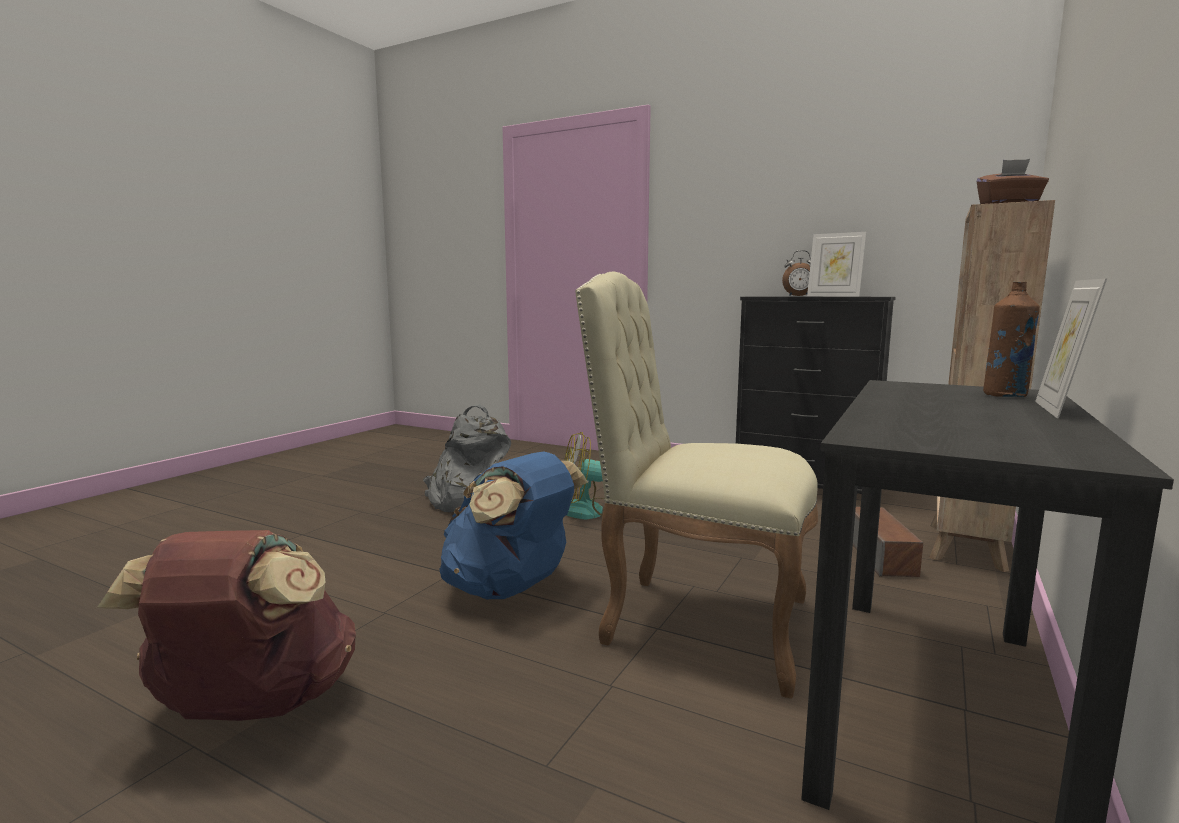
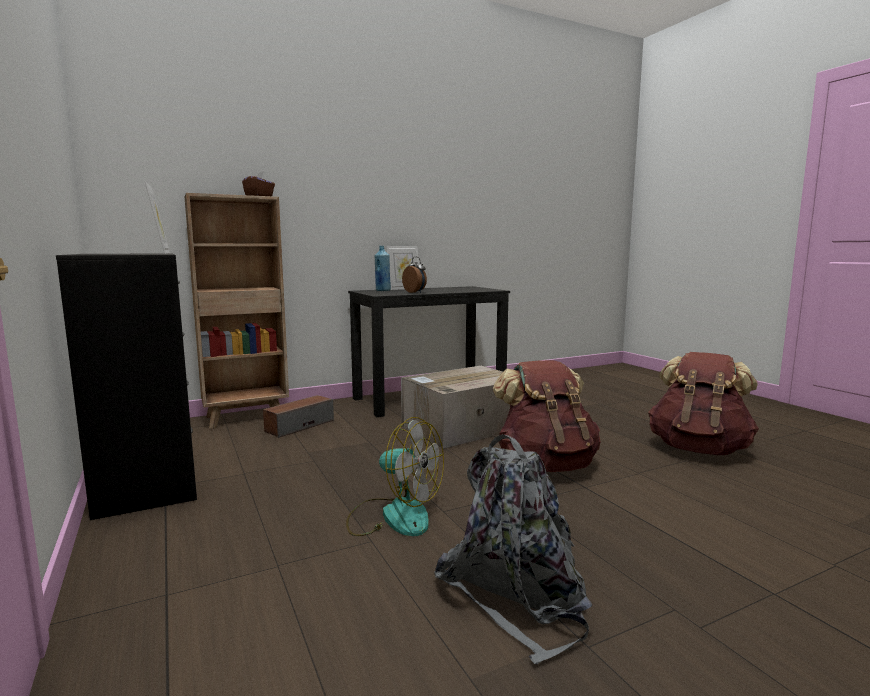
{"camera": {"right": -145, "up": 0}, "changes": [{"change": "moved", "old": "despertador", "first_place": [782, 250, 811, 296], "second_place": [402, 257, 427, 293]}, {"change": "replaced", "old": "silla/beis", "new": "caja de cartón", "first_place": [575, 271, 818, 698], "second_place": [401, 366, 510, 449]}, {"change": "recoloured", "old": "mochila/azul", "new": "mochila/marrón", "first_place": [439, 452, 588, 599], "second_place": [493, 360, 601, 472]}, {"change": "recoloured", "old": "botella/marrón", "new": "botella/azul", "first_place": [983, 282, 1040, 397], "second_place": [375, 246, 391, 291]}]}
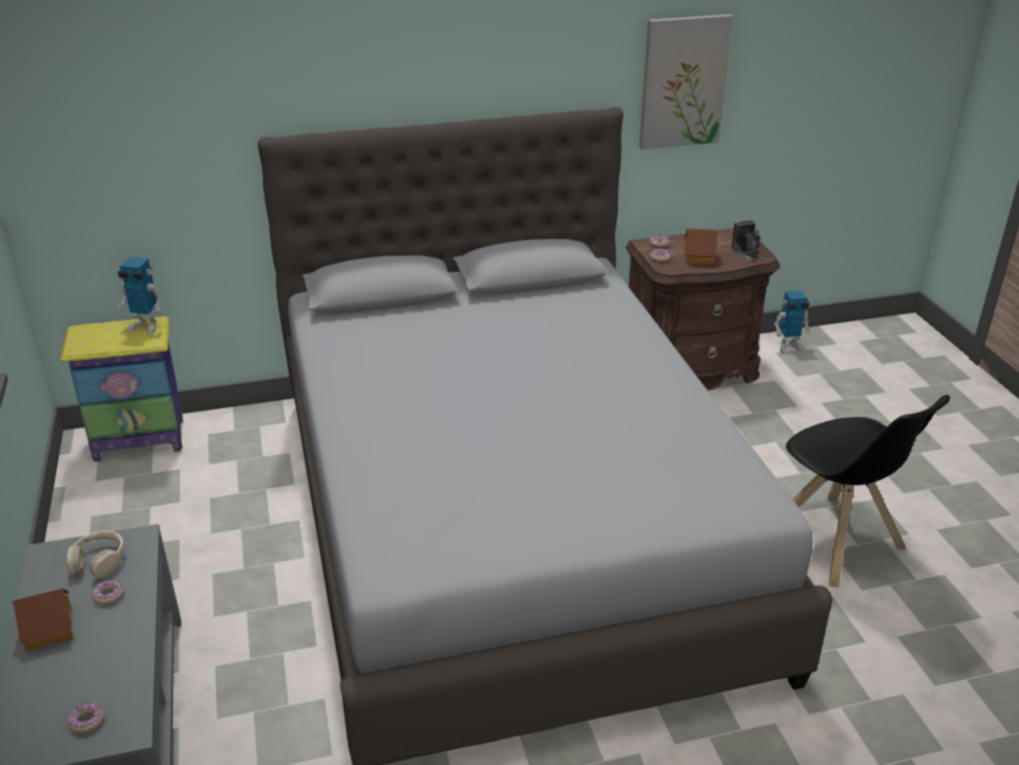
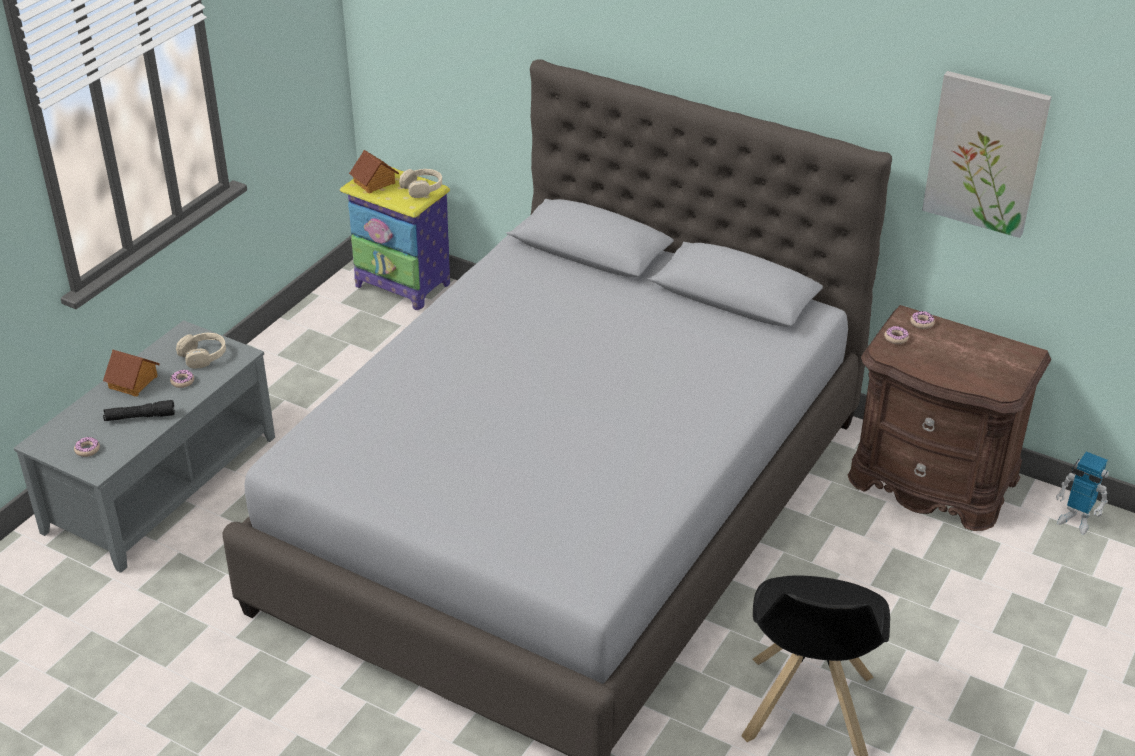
{"camera": {"right": 45, "up": 5}, "changes": [{"change": "removed", "old": "cámara", "first_place": [731, 220, 764, 261]}, {"change": "added", "new": "linterna/negro", "second_place": [103, 400, 175, 421]}, {"change": "moved", "old": "casita", "first_place": [684, 229, 718, 265], "second_place": [349, 150, 399, 194]}, {"change": "replaced", "old": "robot de juguete", "new": "auriculares/beis", "first_place": [117, 257, 163, 335], "second_place": [399, 169, 442, 198]}]}
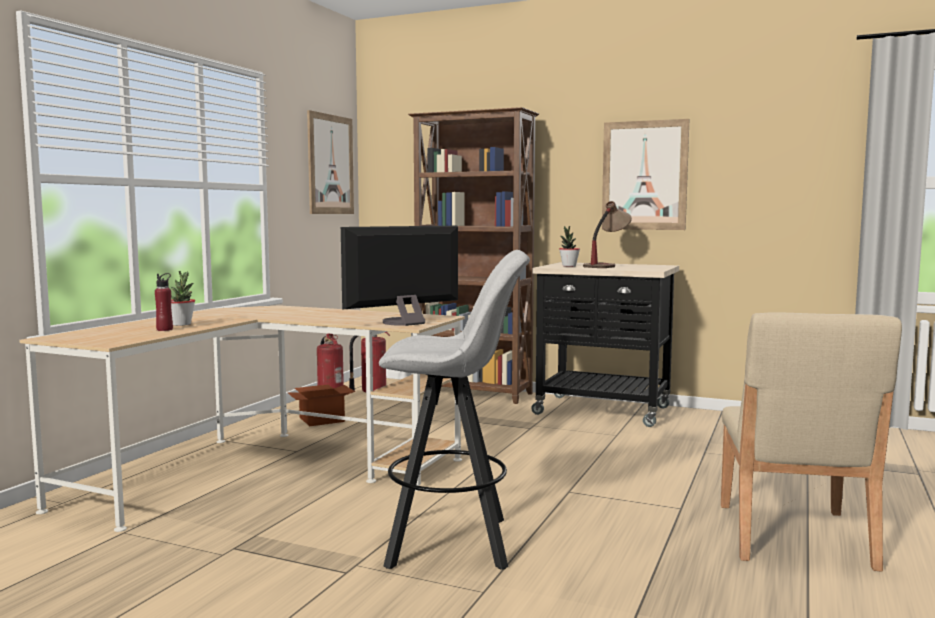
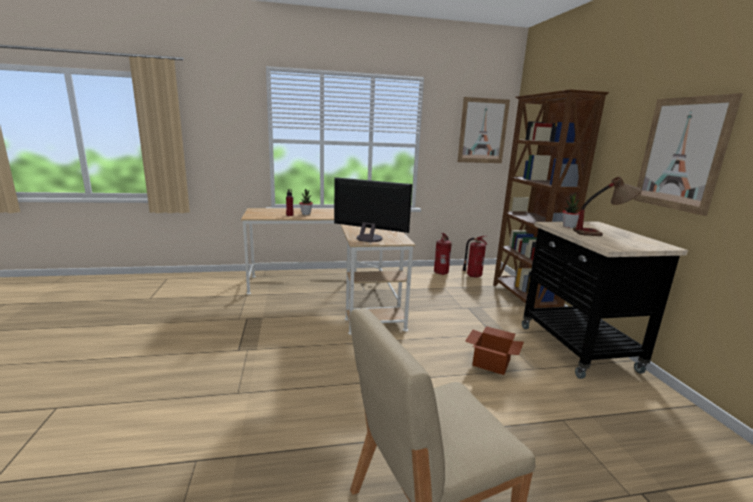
{"camera": {"right": 55, "up": 10}, "changes": [{"change": "removed", "old": "taburete/gris", "first_place": [379, 250, 530, 570]}, {"change": "moved", "old": "caja de cartón", "first_place": [288, 385, 355, 426], "second_place": [465, 326, 524, 375]}]}
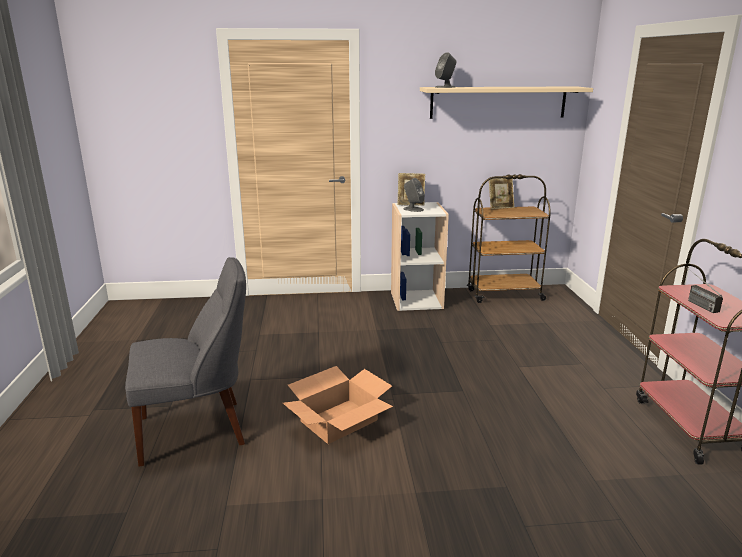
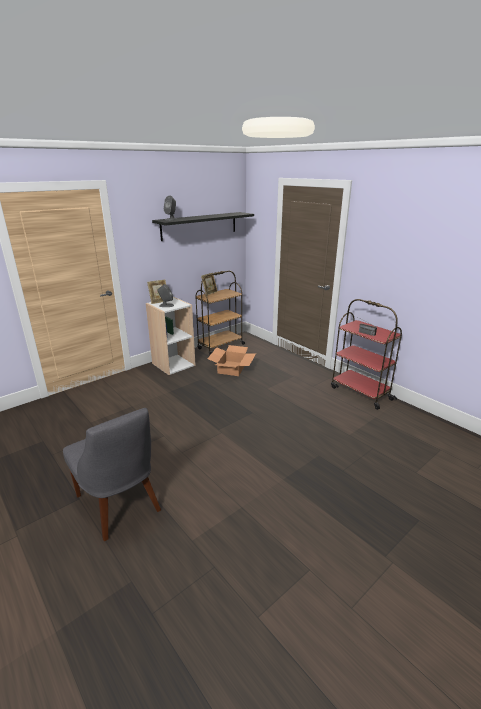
{"camera": {"right": -35, "up": 5}, "changes": [{"change": "moved", "old": "caja de cartón", "first_place": [283, 366, 393, 444], "second_place": [208, 345, 256, 376]}, {"change": "recoloured", "old": "estante/beis", "new": "estante/negro", "first_place": [420, 86, 593, 119], "second_place": [152, 212, 254, 241]}, {"change": "turned", "old": "silla/gris", "first_place": [125, 257, 246, 467], "second_place": [63, 408, 161, 541], "degrees": 105}]}
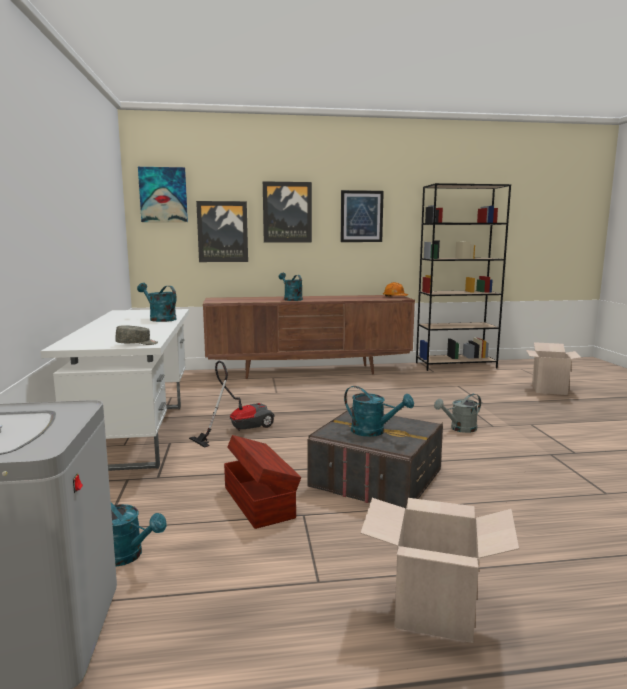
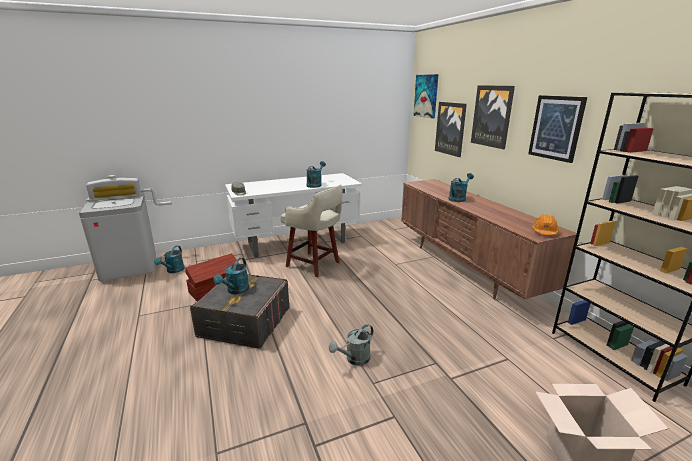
{"camera": {"right": 75, "up": 10}, "changes": [{"change": "removed", "old": "caja de cartón", "first_place": [360, 498, 519, 643]}, {"change": "replaced", "old": "aspiradora", "new": "taburete/beis", "first_place": [189, 361, 275, 448], "second_place": [280, 185, 343, 277]}, {"change": "turned", "old": "regadera/gris", "first_place": [434, 394, 481, 433], "second_place": [329, 324, 373, 365], "degrees": -90}]}
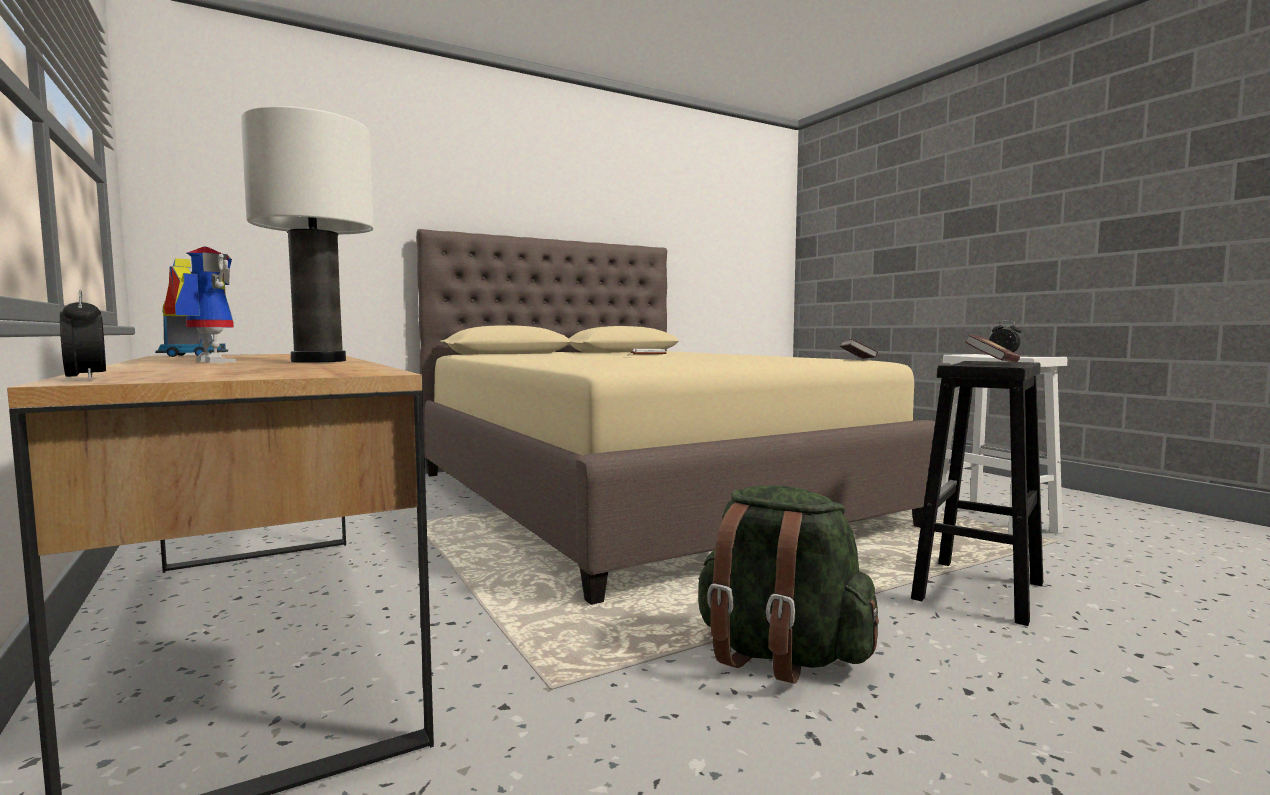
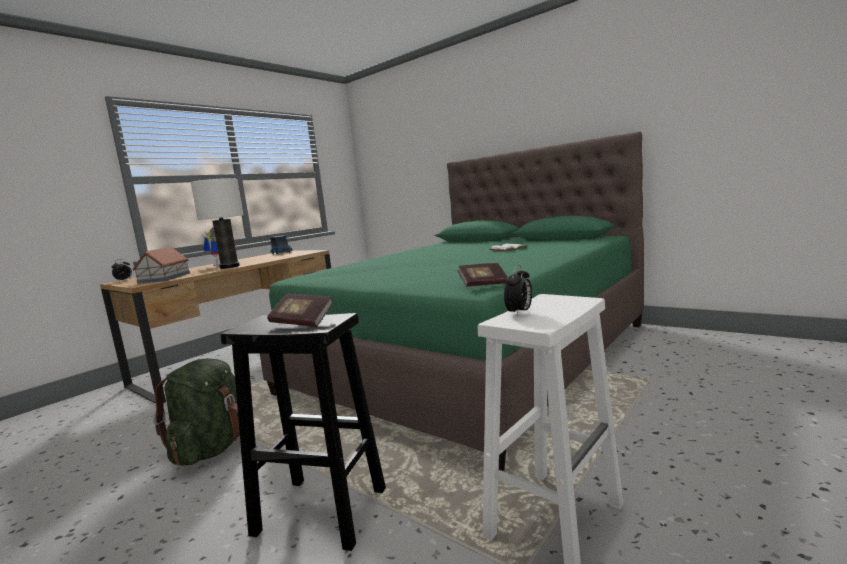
{"camera": {"right": 70, "up": 5}, "changes": [{"change": "added", "new": "casita", "second_place": [132, 247, 190, 284]}, {"change": "recoloured", "old": "cama/beis", "new": "cama/verde", "first_place": [416, 229, 935, 605], "second_place": [259, 132, 644, 471]}]}
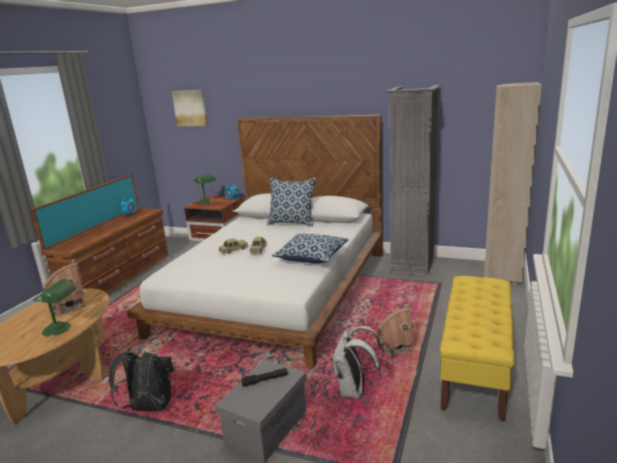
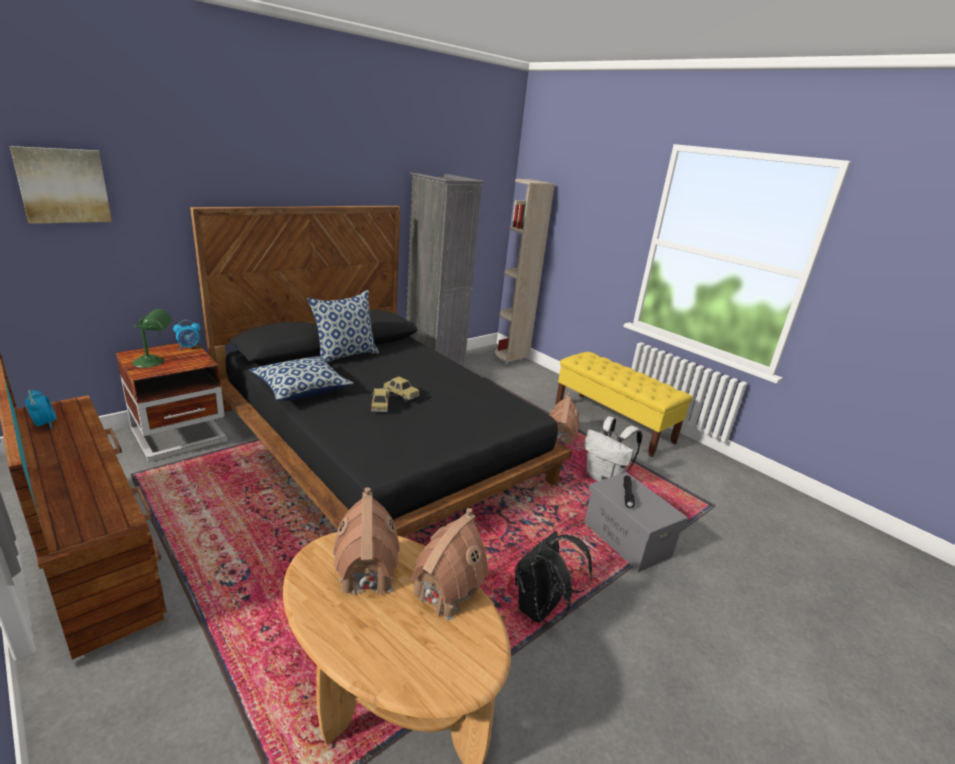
{"camera": {"right": -65, "up": 5}, "changes": [{"change": "moved", "old": "cojín", "first_place": [272, 234, 349, 263], "second_place": [249, 356, 354, 401]}, {"change": "replaced", "old": "lámpara de mesa/verde", "new": "casita", "first_place": [33, 279, 76, 337], "second_place": [411, 508, 488, 620]}, {"change": "recoloured", "old": "cama/blanco", "new": "cama/negro", "first_place": [127, 115, 383, 368], "second_place": [190, 205, 572, 537]}]}
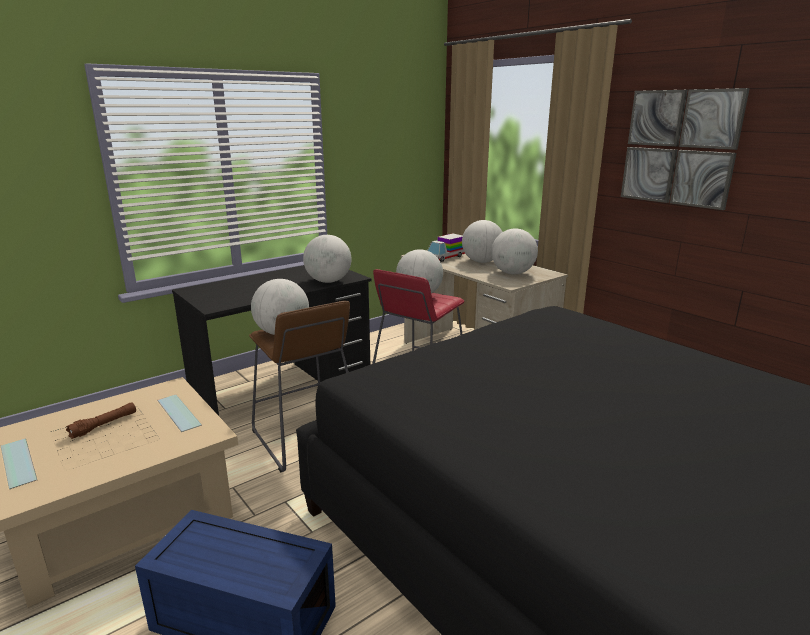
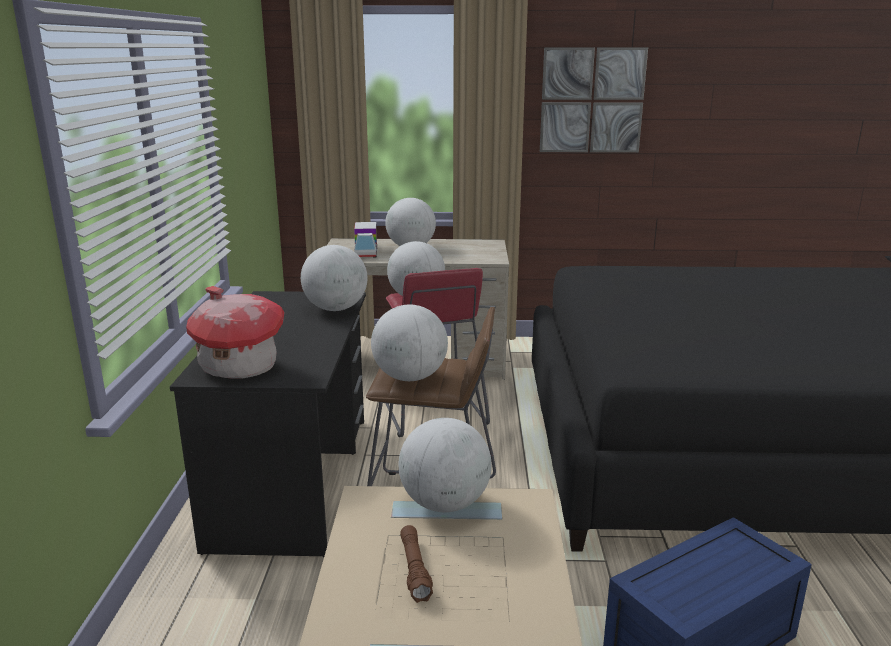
{"camera": {"right": -50, "up": 0}, "changes": [{"change": "added", "new": "casita", "second_place": [186, 286, 285, 379]}, {"change": "moved", "old": "globo terráqueo", "first_place": [491, 229, 538, 274], "second_place": [399, 418, 492, 512]}]}
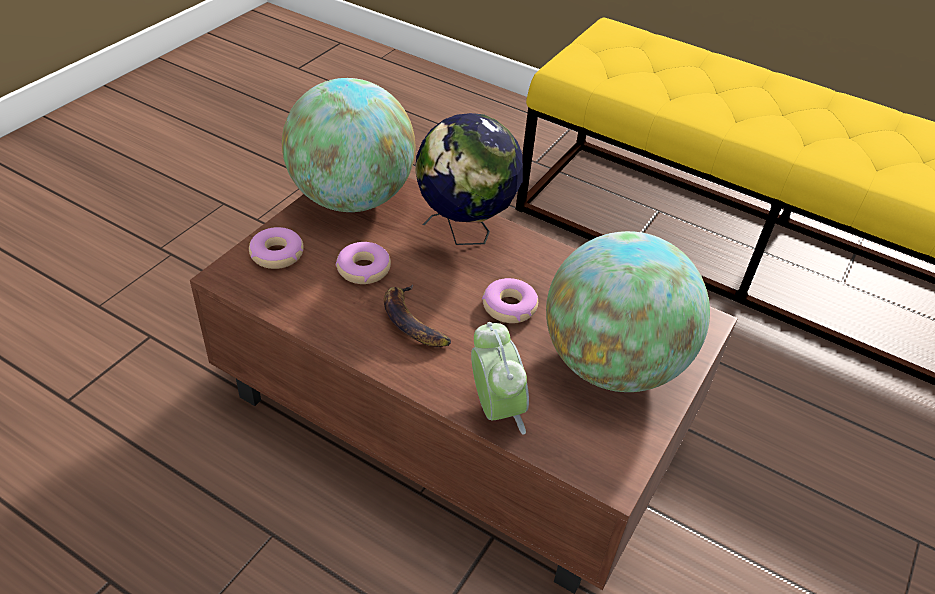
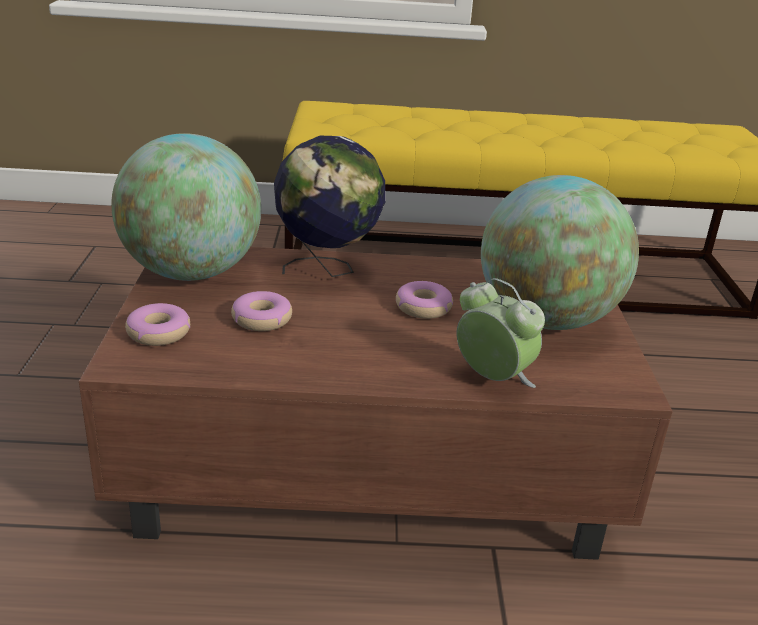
{"camera": {"right": -30, "up": -15}, "changes": [{"change": "removed", "old": "plátano", "first_place": [384, 284, 451, 347]}]}
